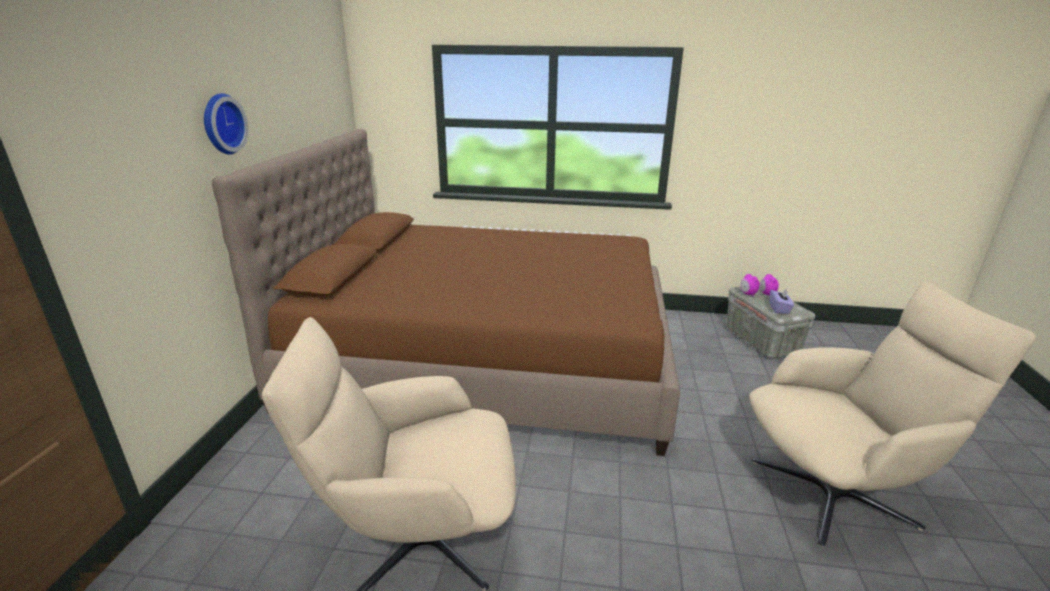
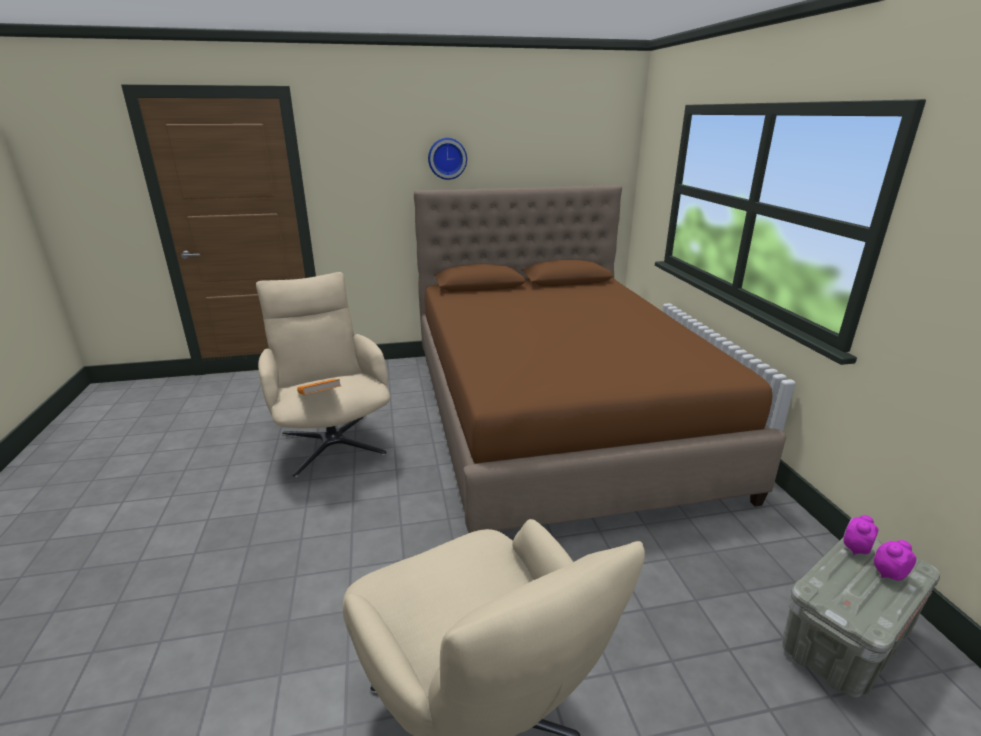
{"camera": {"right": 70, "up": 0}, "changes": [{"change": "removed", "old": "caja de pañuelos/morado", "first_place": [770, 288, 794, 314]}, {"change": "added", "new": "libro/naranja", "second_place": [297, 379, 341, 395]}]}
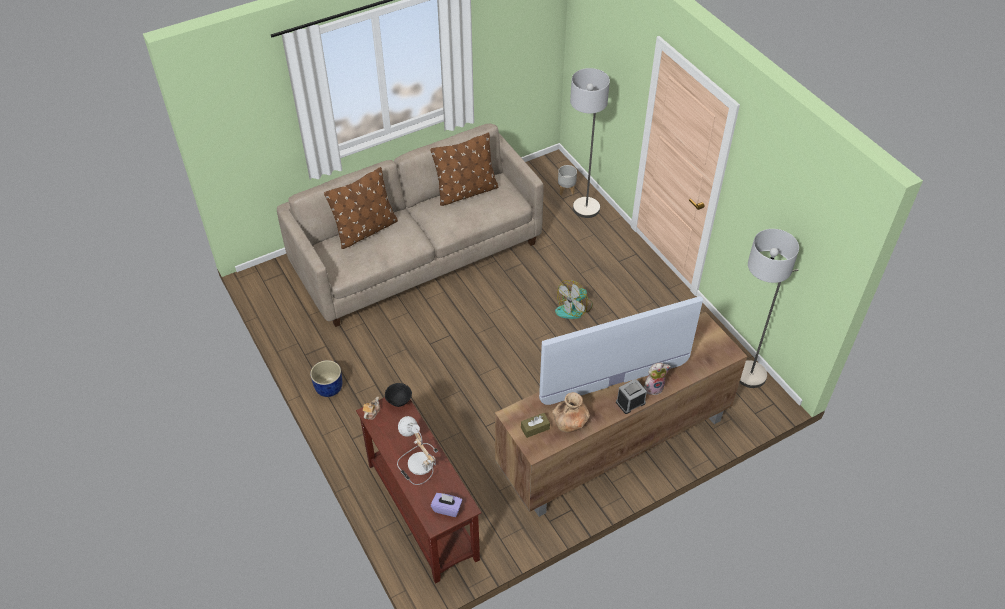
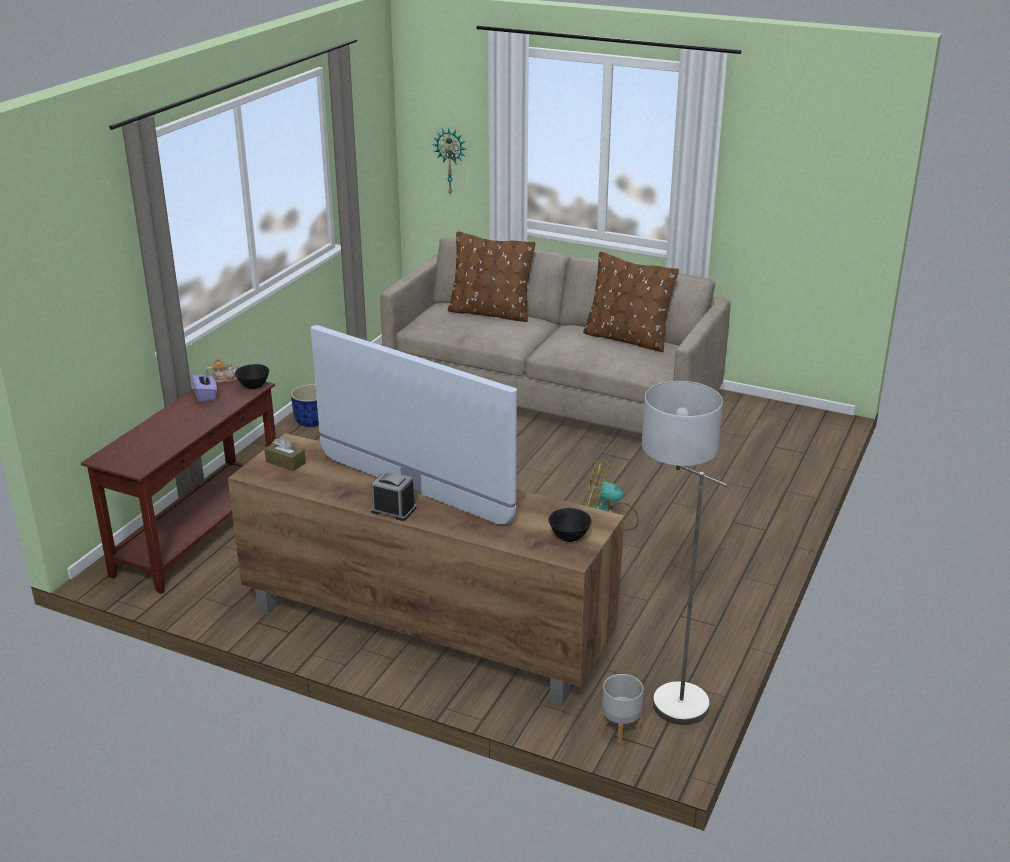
{"camera": {"right": 55, "up": -20}, "changes": [{"change": "removed", "old": "lámpara de mesa", "first_place": [397, 416, 438, 485]}, {"change": "removed", "old": "florero/marrón", "first_place": [552, 392, 590, 433]}, {"change": "removed", "old": "lámpara de pie/gris", "first_place": [570, 68, 610, 218]}, {"change": "removed", "old": "peluche", "first_place": [644, 363, 671, 395]}, {"change": "added", "new": "reloj de pared", "second_place": [432, 129, 466, 196]}, {"change": "added", "new": "cuenco/negro", "second_place": [548, 508, 591, 542]}, {"change": "moved", "old": "caja de pañuelos/morado", "first_place": [431, 493, 462, 517], "second_place": [191, 371, 217, 403]}, {"change": "moved", "old": "maceta/gris", "first_place": [558, 165, 577, 195], "second_place": [601, 674, 643, 743]}]}
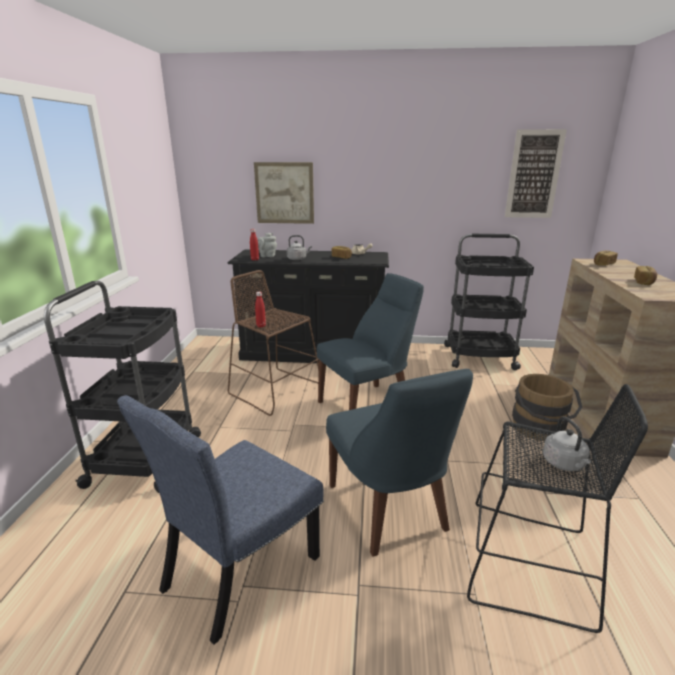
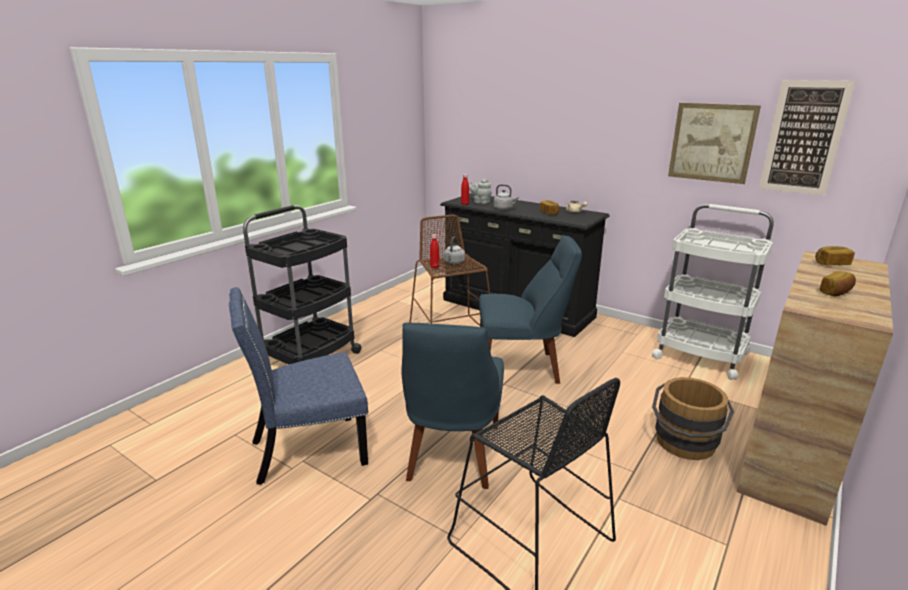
{"camera": {"right": 30, "up": 0}, "changes": [{"change": "moved", "old": "cuadro", "first_place": [254, 162, 314, 224], "second_place": [668, 103, 761, 184]}, {"change": "moved", "old": "hervidor/gris", "first_place": [543, 416, 591, 471], "second_place": [444, 236, 465, 264]}, {"change": "recoloured", "old": "carrito/negro", "new": "carrito/blanco", "first_place": [444, 234, 534, 370], "second_place": [652, 204, 774, 380]}]}
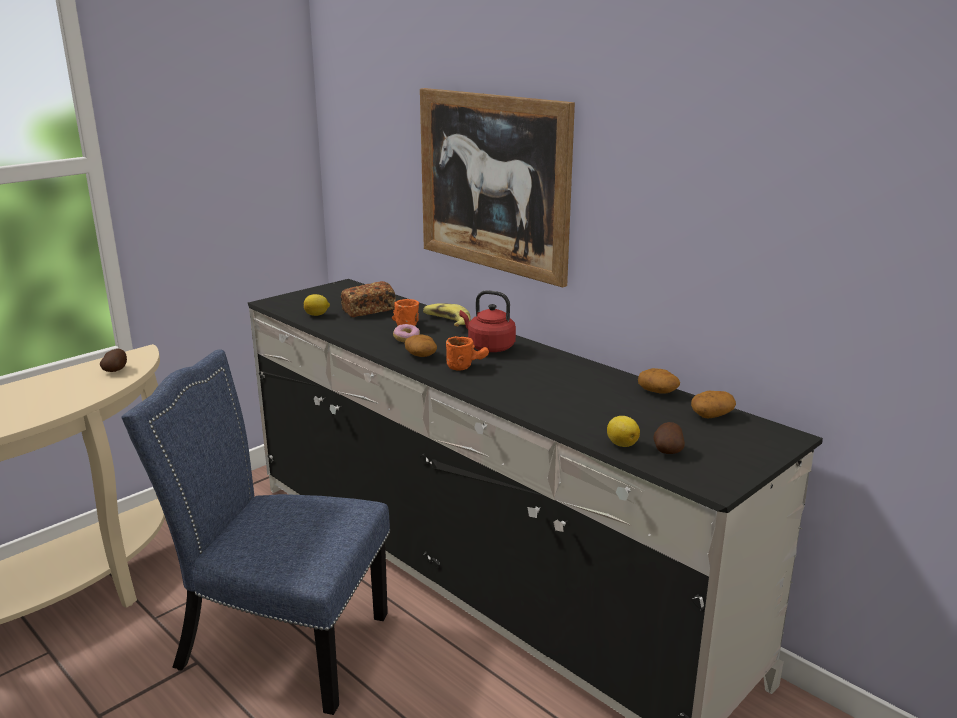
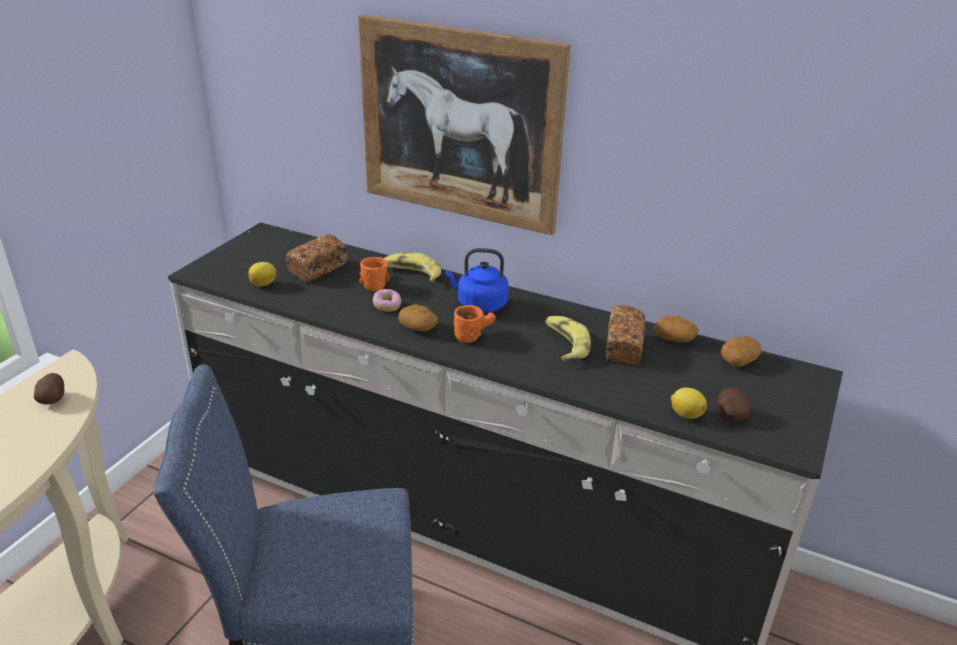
{"camera": {"right": -20, "up": 10}, "changes": [{"change": "added", "new": "plátano", "second_place": [545, 316, 591, 361]}, {"change": "added", "new": "pan", "second_place": [606, 305, 645, 365]}, {"change": "recoloured", "old": "hervidor/rojo", "new": "hervidor/azul", "first_place": [459, 290, 516, 352], "second_place": [445, 248, 509, 313]}]}
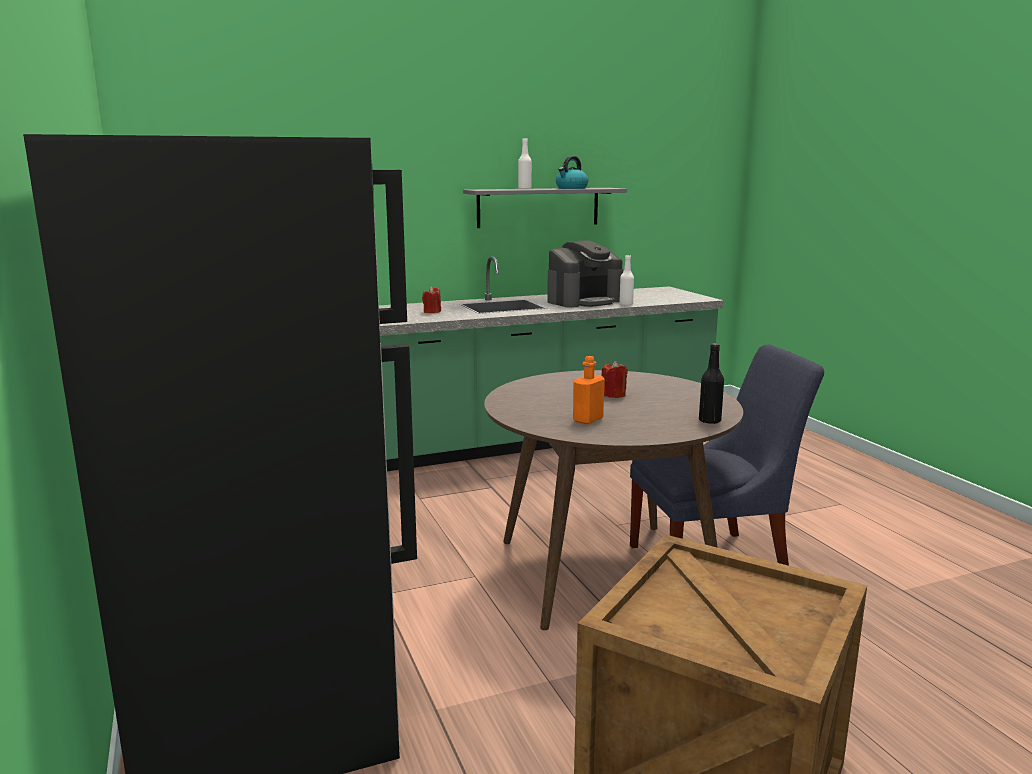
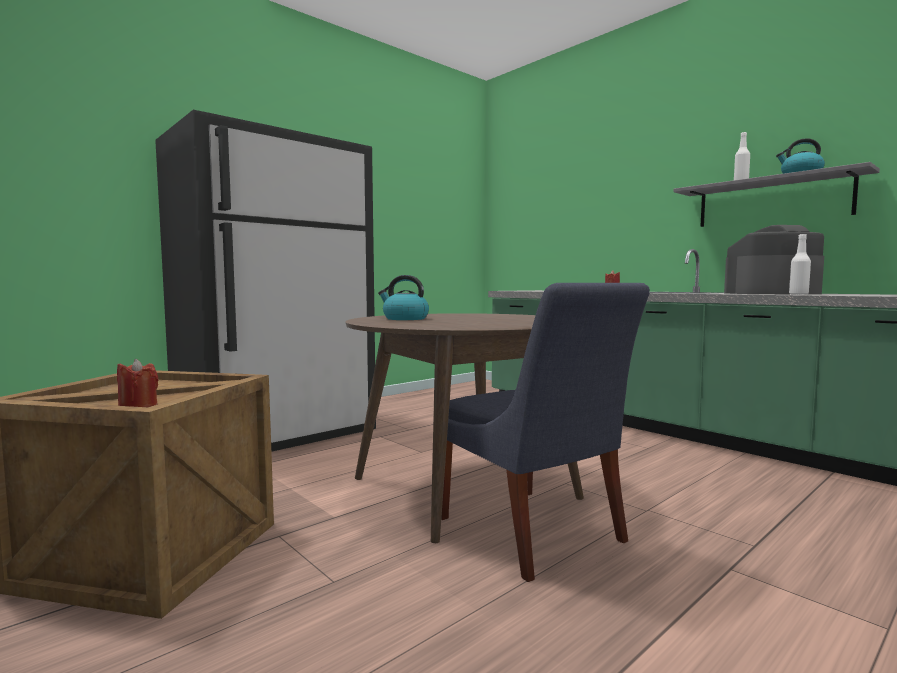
{"camera": {"right": 70, "up": -10}, "changes": [{"change": "removed", "old": "botella/negro", "first_place": [699, 343, 724, 424]}, {"change": "moved", "old": "vela/rojo", "first_place": [601, 361, 628, 398], "second_place": [117, 359, 159, 407]}, {"change": "replaced", "old": "botella/naranja", "new": "hervidor", "first_place": [573, 356, 605, 424], "second_place": [378, 275, 429, 320]}, {"change": "turned", "old": "cafetera", "first_place": [547, 241, 623, 307], "second_place": [724, 225, 824, 294], "degrees": 135}]}
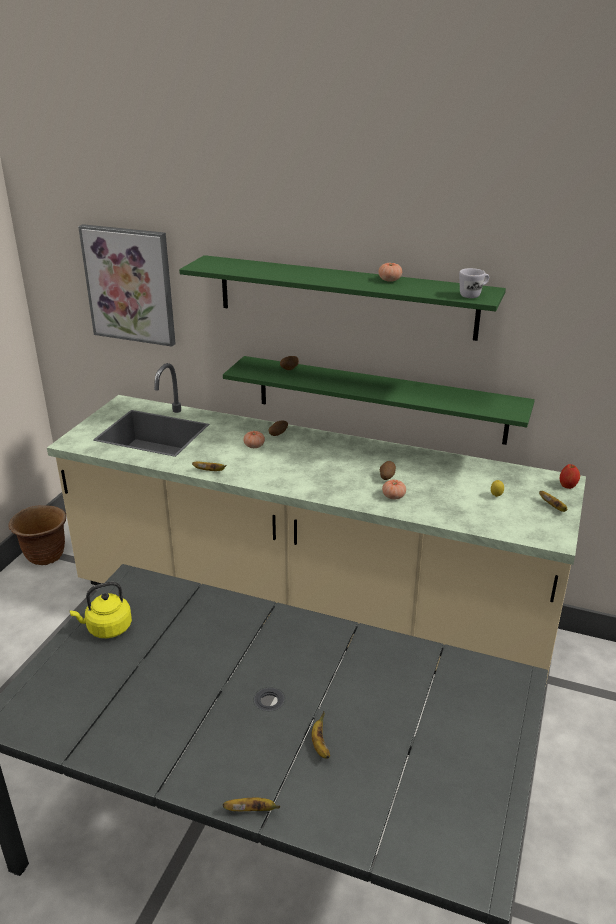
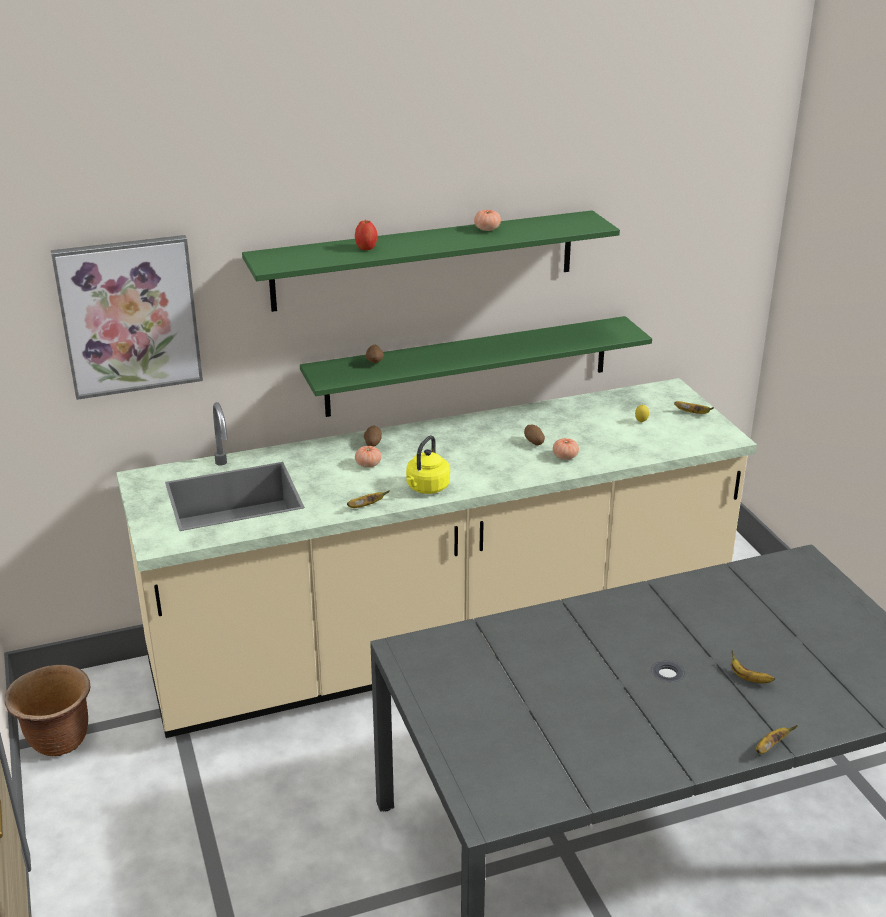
{"camera": {"right": -40, "up": 0}, "changes": [{"change": "removed", "old": "taza grande/blanco", "first_place": [459, 268, 489, 298]}, {"change": "moved", "old": "hervidor/amarillo", "first_place": [70, 582, 132, 638], "second_place": [406, 435, 450, 494]}, {"change": "moved", "old": "manzana", "first_place": [560, 464, 580, 489], "second_place": [355, 220, 378, 250]}]}
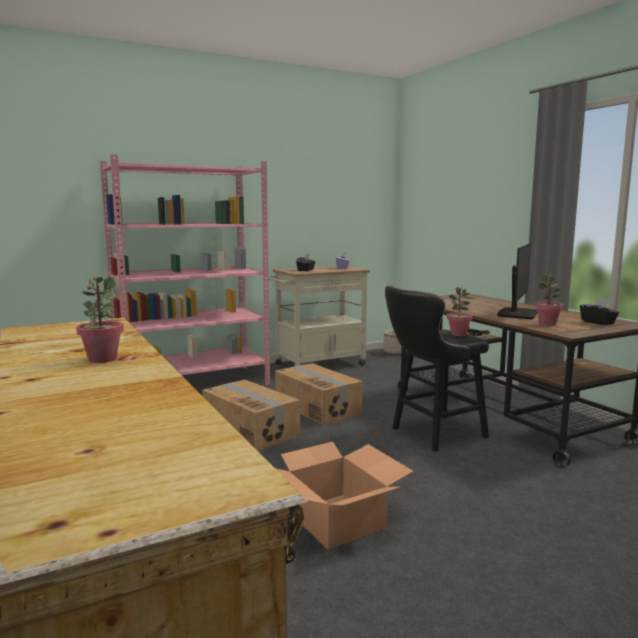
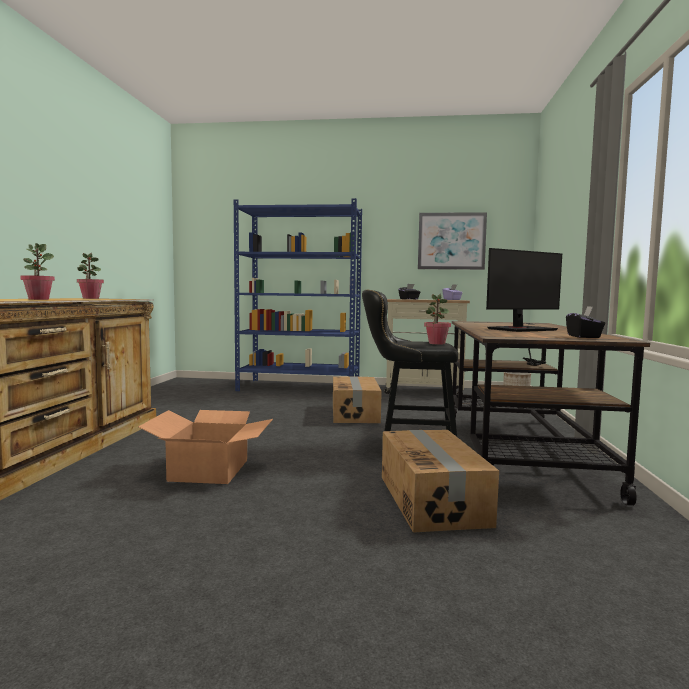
{"camera": {"right": 35, "up": -5}, "changes": [{"change": "added", "new": "cuadro", "second_place": [418, 212, 487, 270]}, {"change": "moved", "old": "caja de cartón", "first_place": [202, 380, 300, 451], "second_place": [382, 430, 499, 533]}, {"change": "moved", "old": "planta en maceta", "first_place": [535, 274, 563, 326], "second_place": [77, 253, 104, 299]}, {"change": "recoloured", "old": "estantería/rosa", "new": "estantería/azul", "first_place": [100, 155, 270, 385], "second_place": [234, 198, 362, 391]}]}
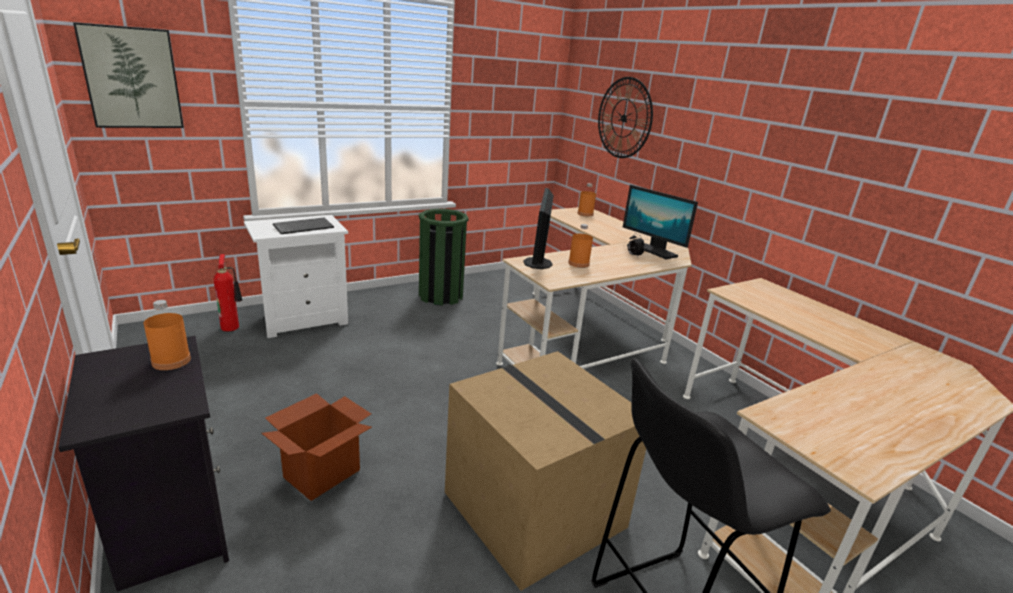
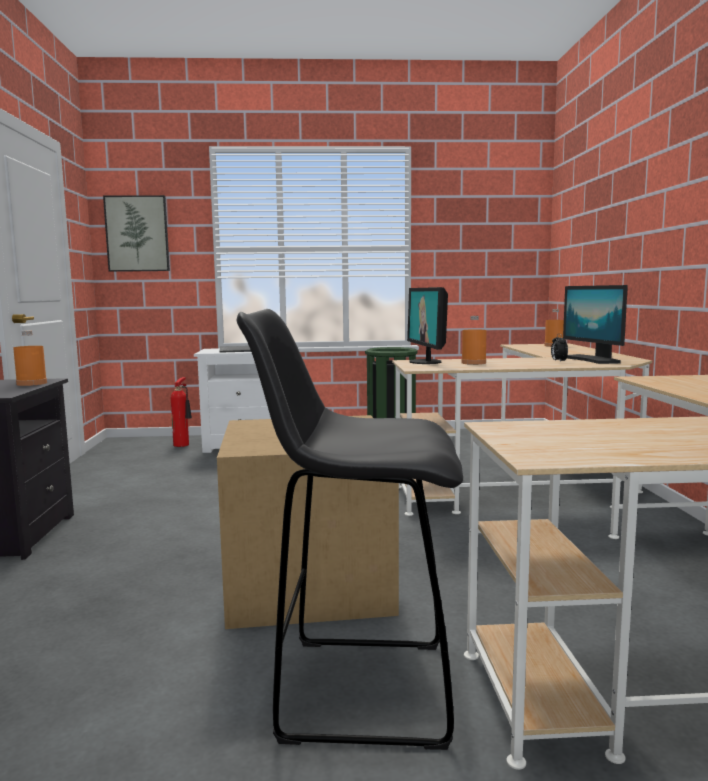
{"camera": {"right": 30, "up": -15}, "changes": [{"change": "removed", "old": "caja de cartón", "first_place": [262, 393, 372, 501]}, {"change": "removed", "old": "reloj de pared", "first_place": [598, 77, 653, 158]}, {"change": "turned", "old": "monitor", "first_place": [523, 188, 554, 269], "second_place": [407, 287, 448, 364], "degrees": -45}]}
